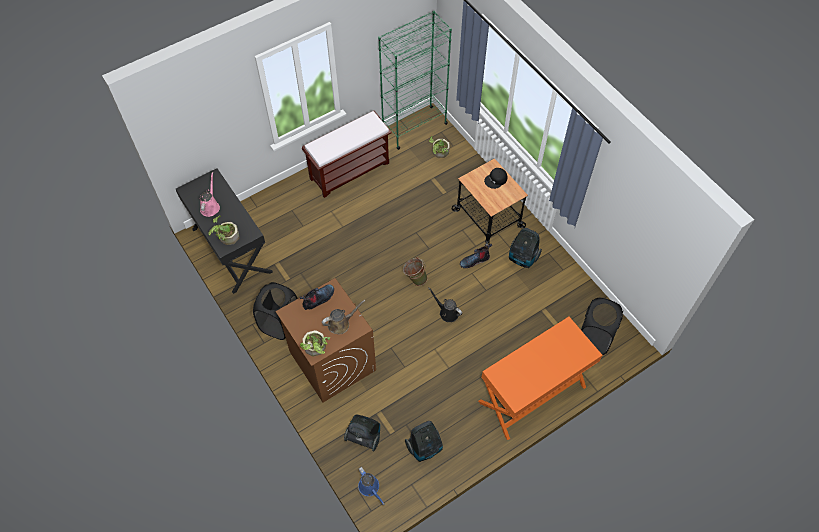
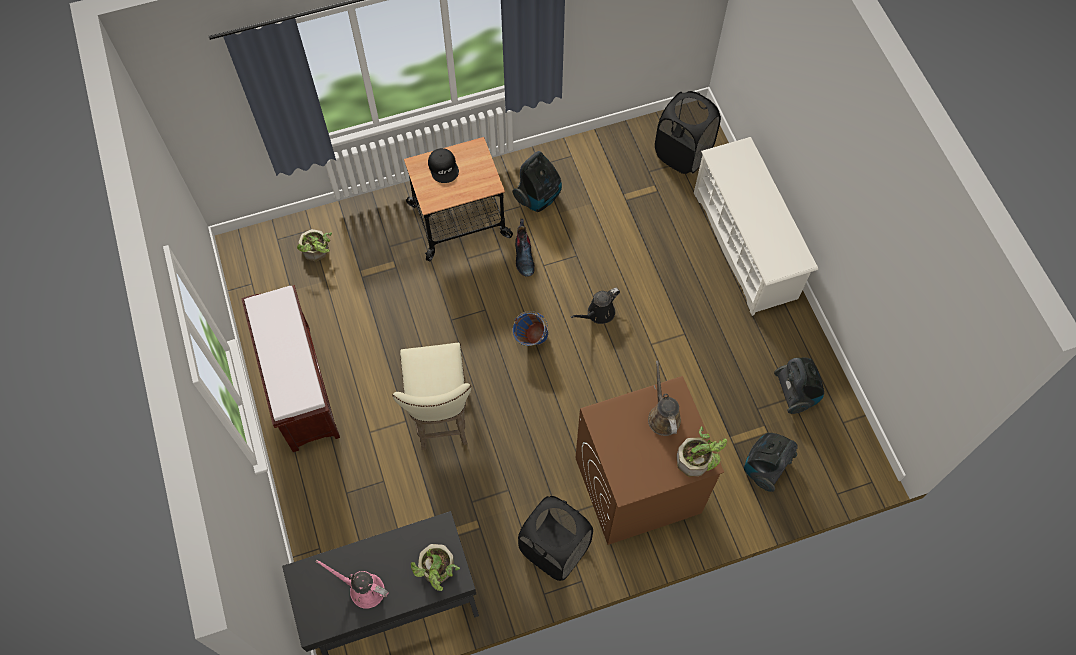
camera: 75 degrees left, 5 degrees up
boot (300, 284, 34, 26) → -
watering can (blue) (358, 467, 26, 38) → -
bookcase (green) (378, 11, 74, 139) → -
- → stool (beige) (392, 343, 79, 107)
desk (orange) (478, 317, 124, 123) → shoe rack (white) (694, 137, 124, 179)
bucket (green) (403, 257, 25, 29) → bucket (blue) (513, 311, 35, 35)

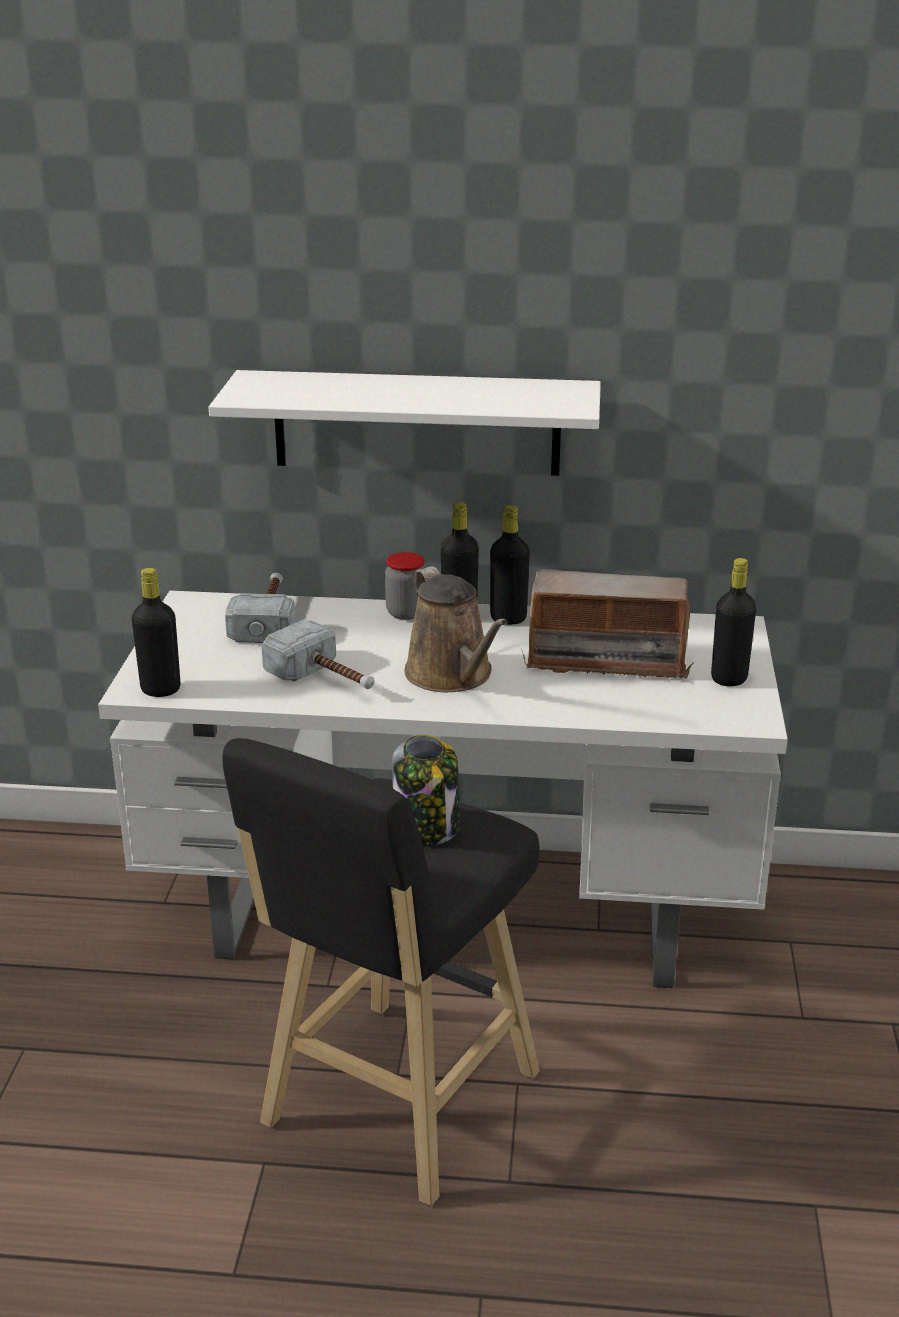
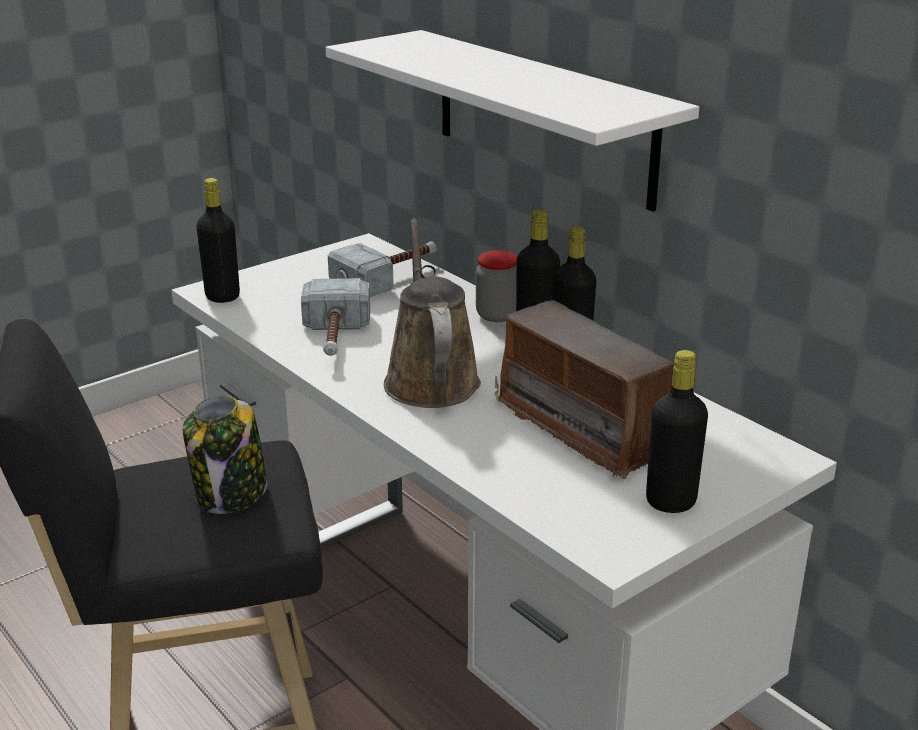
camera: 45 degrees right, 0 degrees up
watering can (brown) (405, 566, 103, 126) → watering can (brown) (384, 218, 97, 190), 150 degrees clockwise

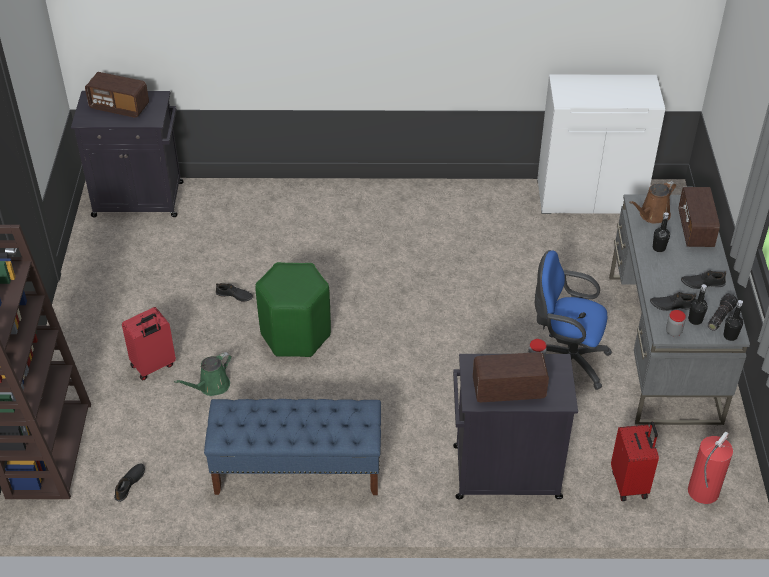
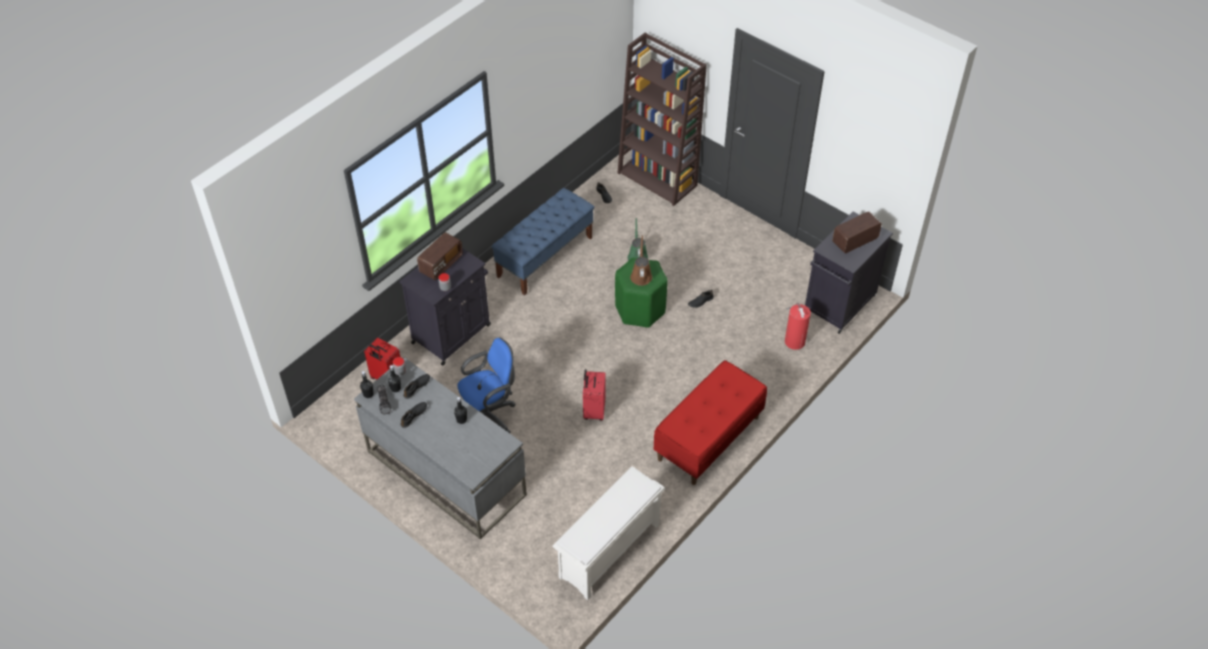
camera: 130 degrees right, 5 degrees up
radio (679, 187, 41, 60) → -
- → bench (red) (654, 360, 113, 125)
suitcase (red) (122, 307, 54, 73) → suitcase (red) (583, 369, 23, 52), relocated
watering can (brown) (629, 181, 47, 43) → watering can (brown) (630, 235, 22, 51), relocated
fire extinguisher (688, 431, 45, 73) → fire extinguisher (785, 302, 26, 48), relocated
cabinet (white) (537, 75, 128, 139) → shoe rack (white) (552, 466, 113, 134)

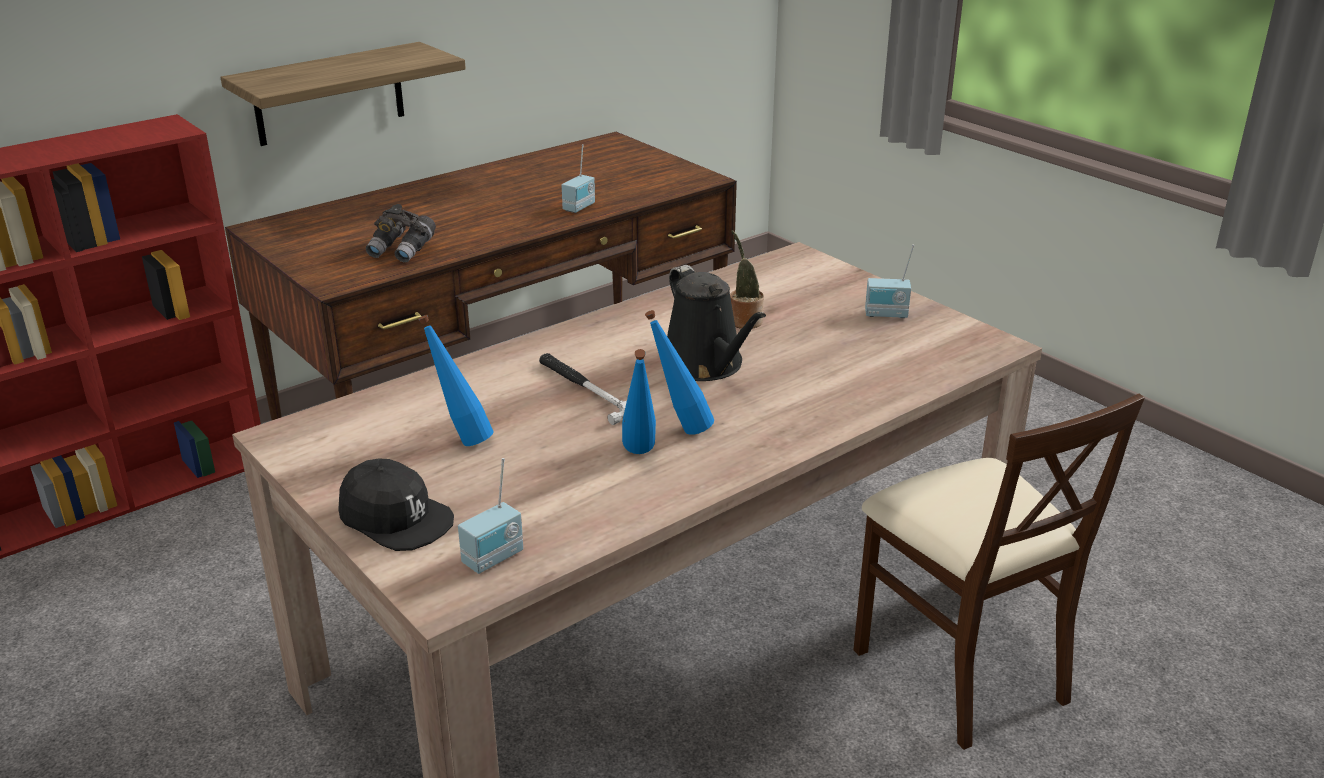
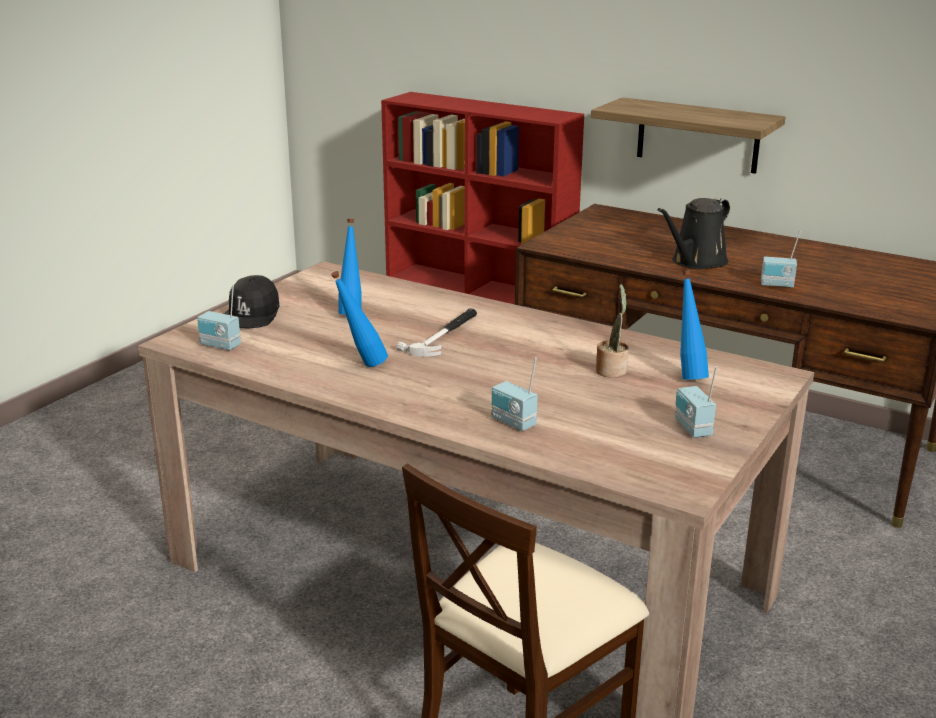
camera: 70 degrees right, 5 degrees down
binoculars (grey) (366, 204, 70, 59) → -
- → radio (492, 357, 46, 74)
bottle (blue) (645, 310, 69, 125) → bottle (blue) (680, 270, 29, 110), relocated
watering can (black) (667, 265, 99, 116) → watering can (black) (658, 198, 72, 71), relocated

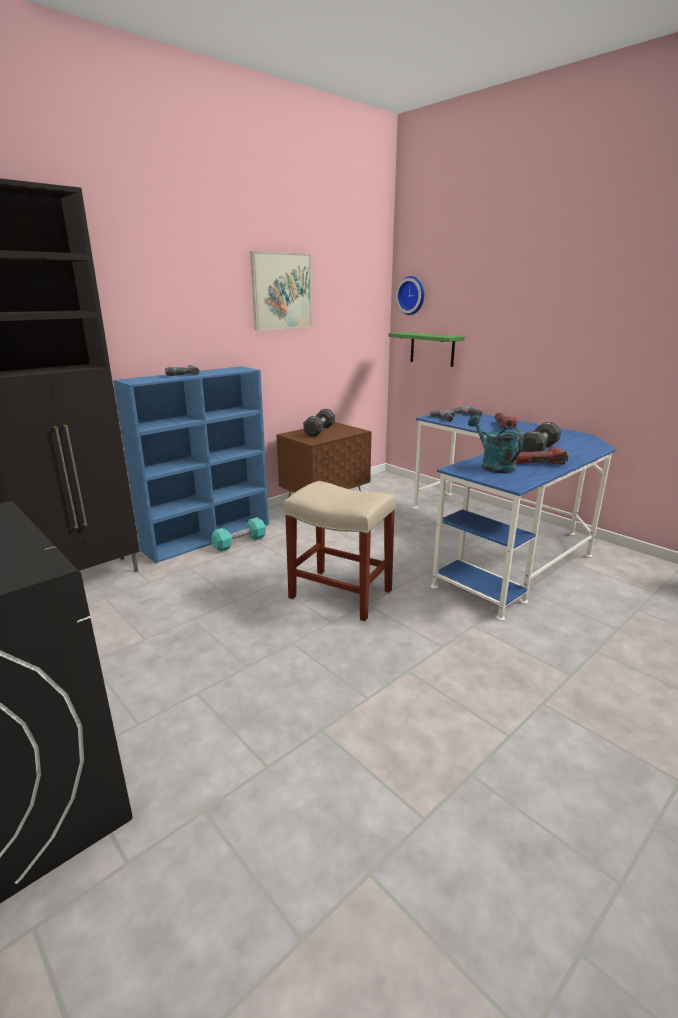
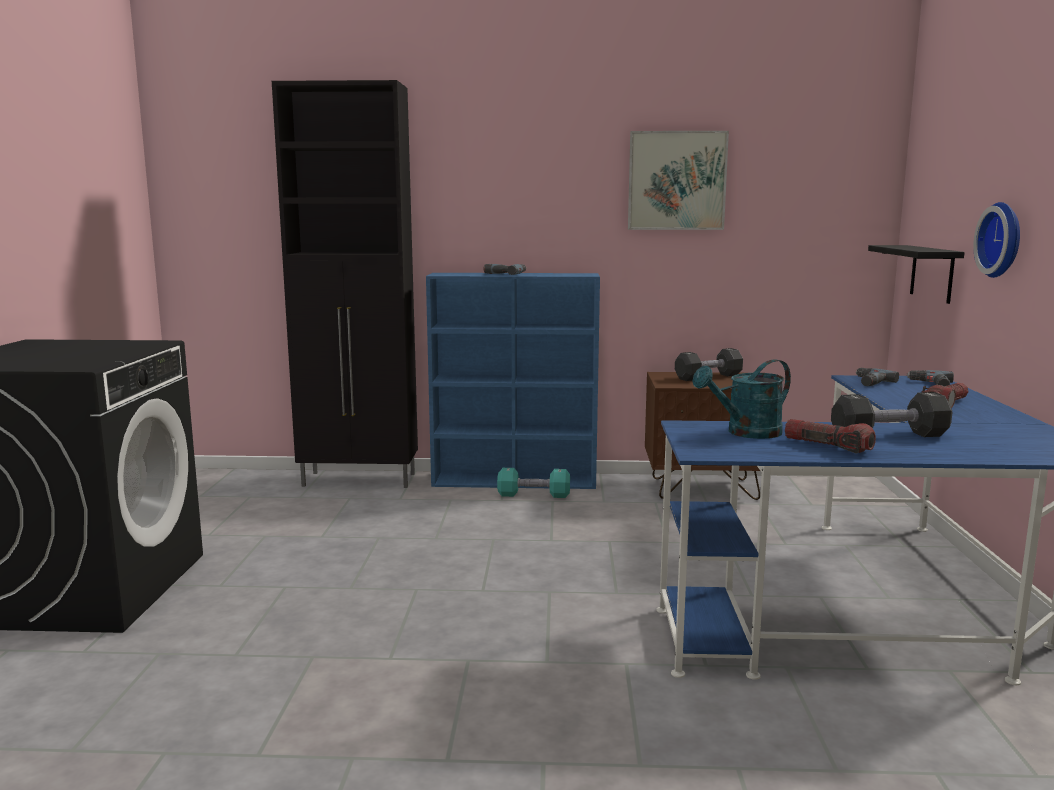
camera: 45 degrees right, 10 degrees down
stool (beige) (284, 481, 112, 140) → -
wall clock (396, 276, 28, 39) → wall clock (973, 202, 47, 76), relocated
shelf (green) (388, 332, 77, 35) → shelf (black) (868, 245, 97, 59)
watering can (turquoise) (468, 415, 56, 59) → watering can (turquoise) (693, 359, 98, 80), 135 degrees counterclockwise

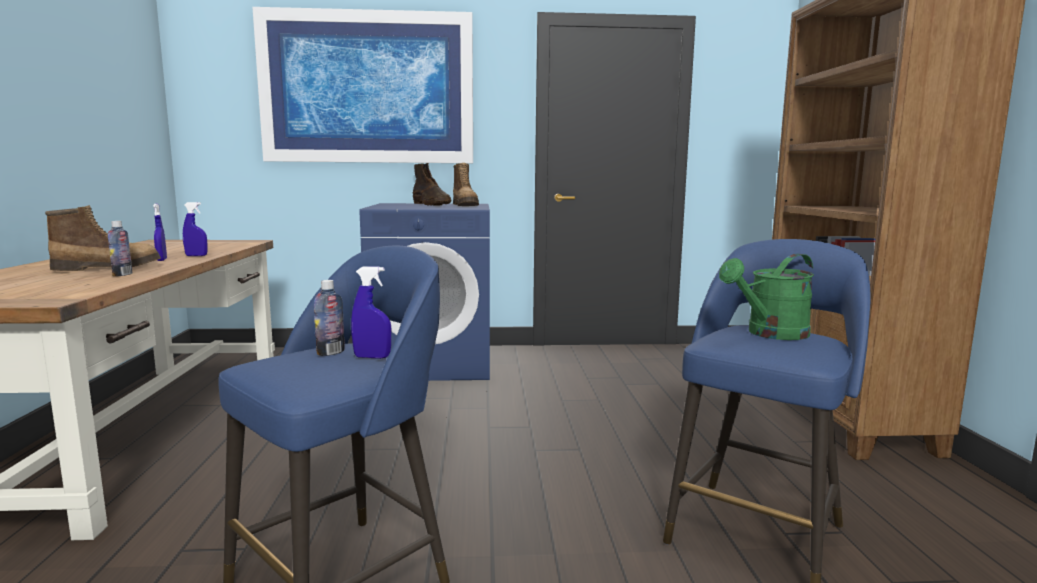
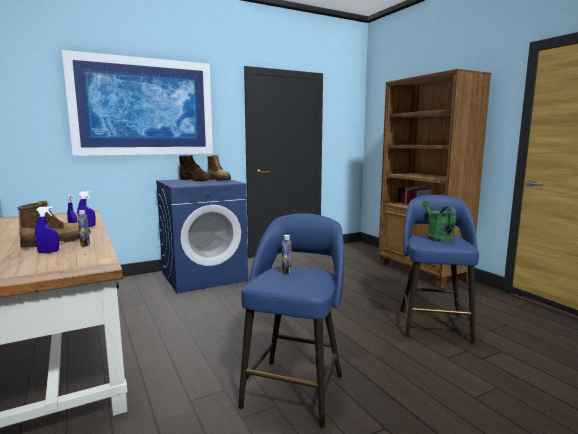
camera: 25 degrees left, 0 degrees up
spray bottle (blue) (351, 267, 40, 92) → spray bottle (blue) (35, 206, 24, 47), relocated
watering can (green) (719, 253, 95, 87) → watering can (green) (422, 200, 34, 42), 135 degrees clockwise

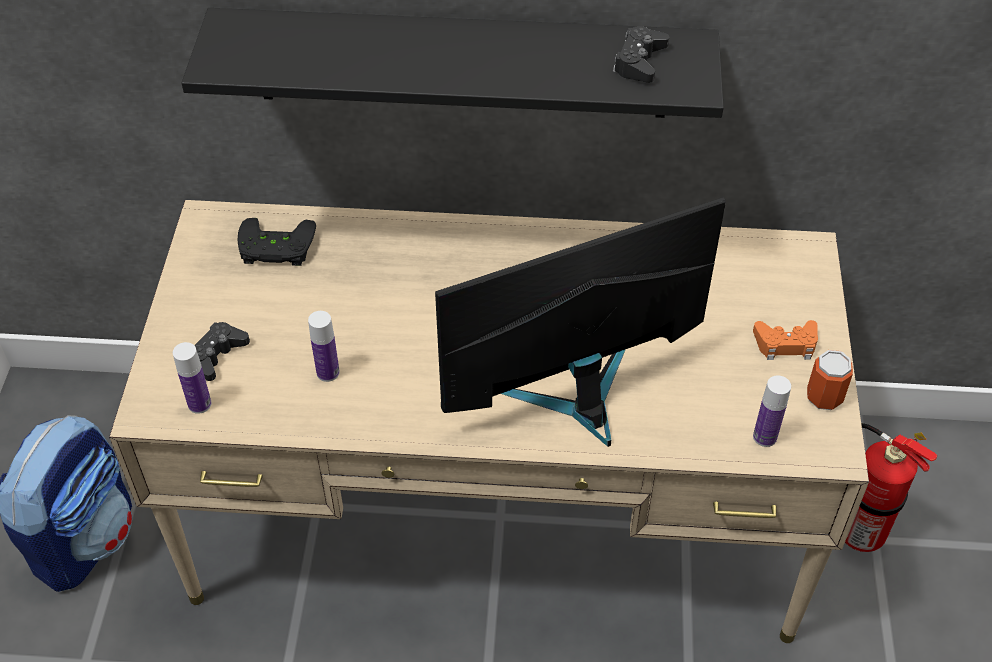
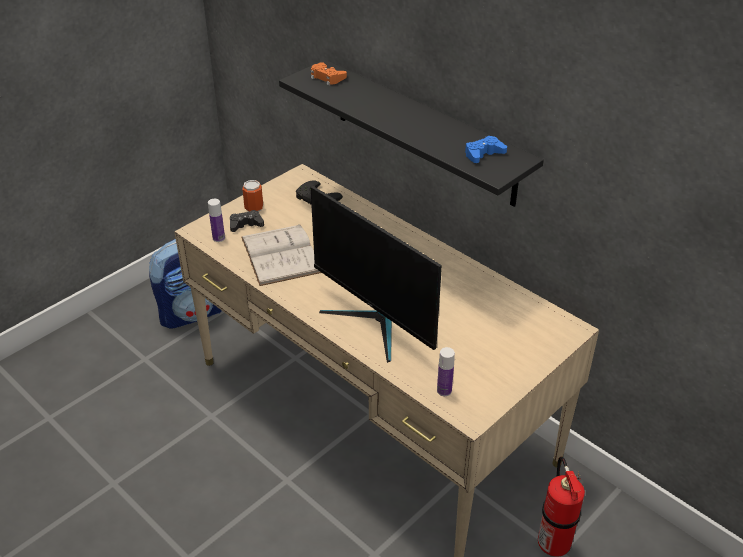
camera: 40 degrees right, 10 degrees down
game controller (orange) (753, 320, 65, 40) → game controller (orange) (311, 62, 36, 23), relocated
can (807, 350, 46, 60) → can (242, 180, 21, 32), relocated
bottle (308, 311, 32, 71) → book (white) (241, 224, 81, 62)
game controller (black) (613, 26, 56, 57) → game controller (blue) (465, 136, 42, 27)
monitor (435, 197, 291, 250) → monitor (311, 186, 131, 177), 150 degrees counterclockwise

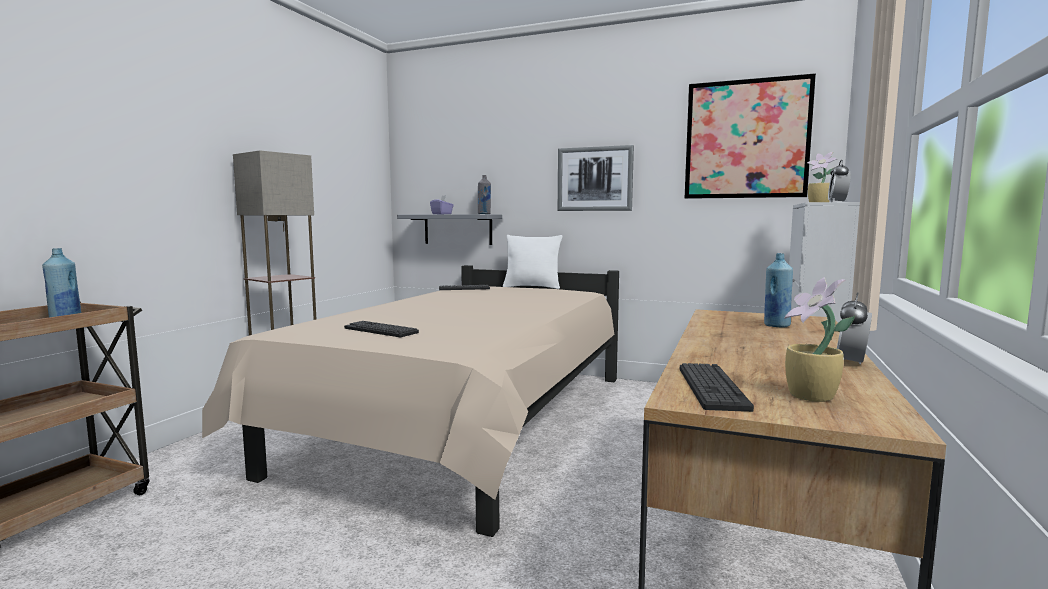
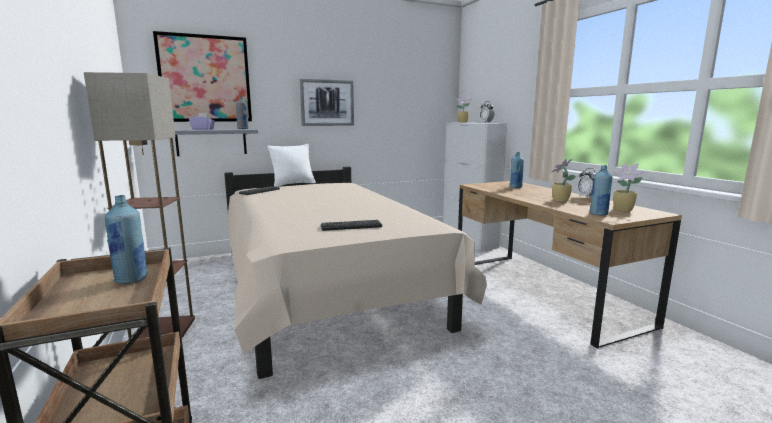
camera: 45 degrees left, 5 degrees up
- → potted plant (551, 159, 25, 43)
picture (685, 73, 131, 126) → picture (153, 31, 99, 91), relocated
keyboard (680, 363, 74, 49) → bottle (blue) (590, 165, 23, 51)

